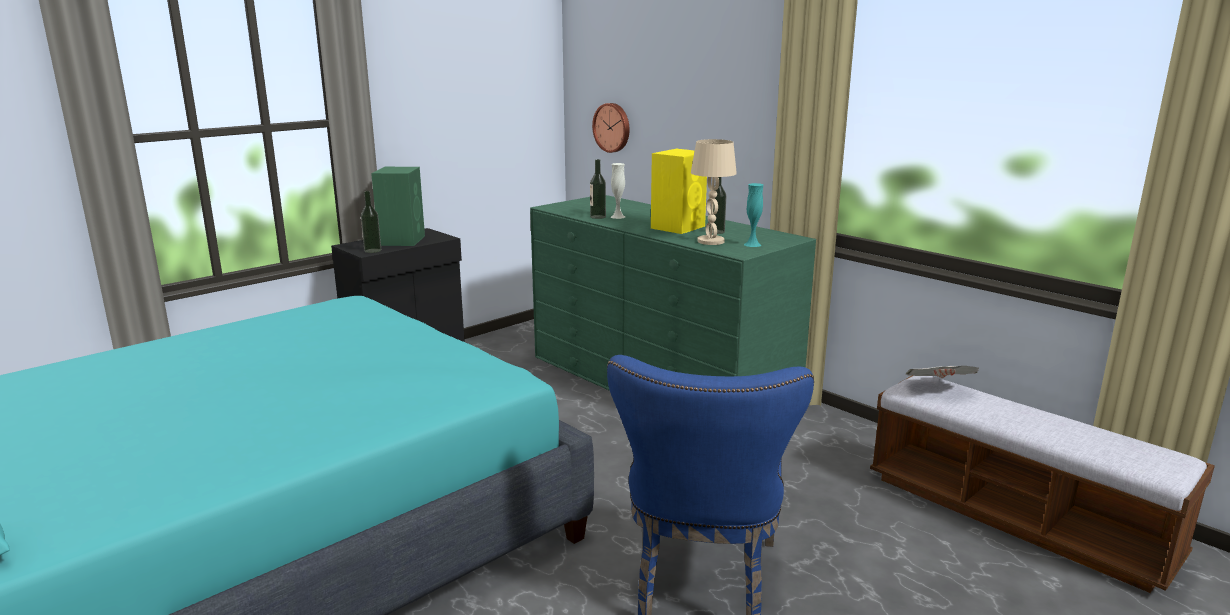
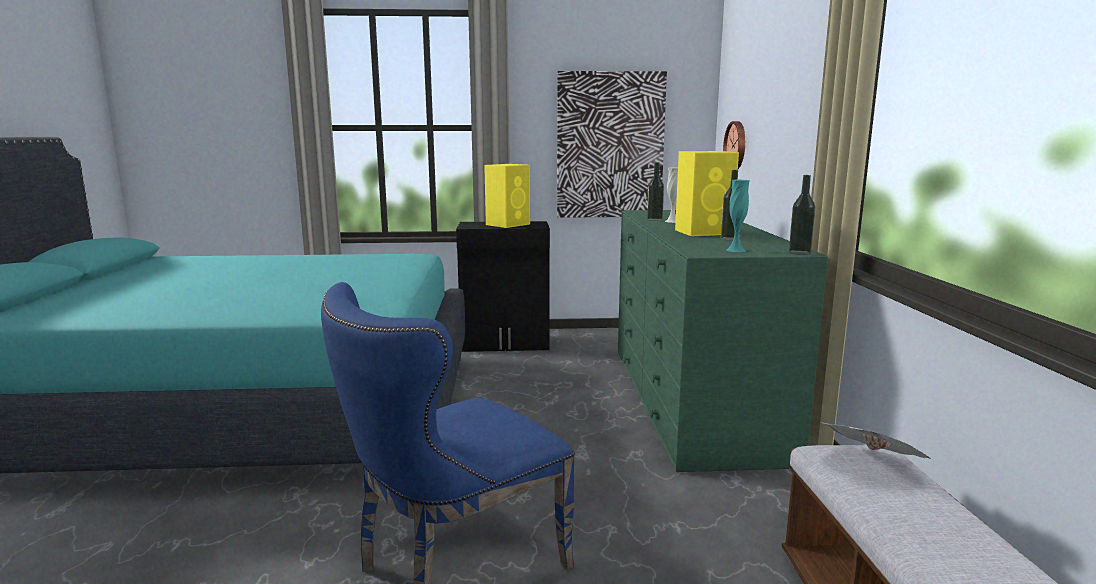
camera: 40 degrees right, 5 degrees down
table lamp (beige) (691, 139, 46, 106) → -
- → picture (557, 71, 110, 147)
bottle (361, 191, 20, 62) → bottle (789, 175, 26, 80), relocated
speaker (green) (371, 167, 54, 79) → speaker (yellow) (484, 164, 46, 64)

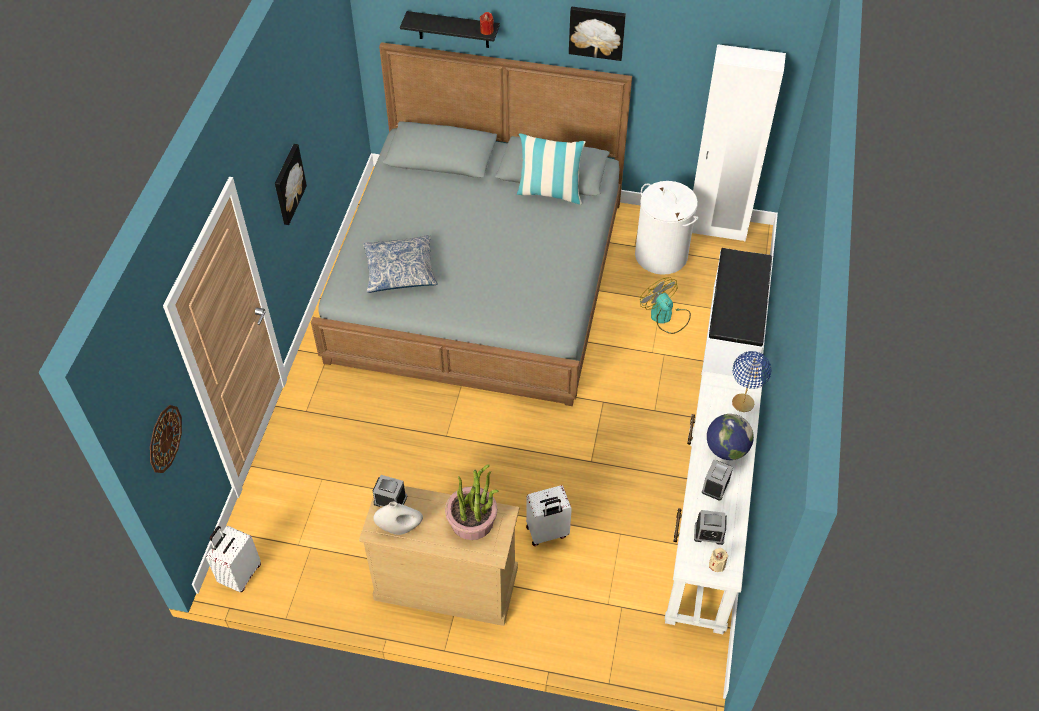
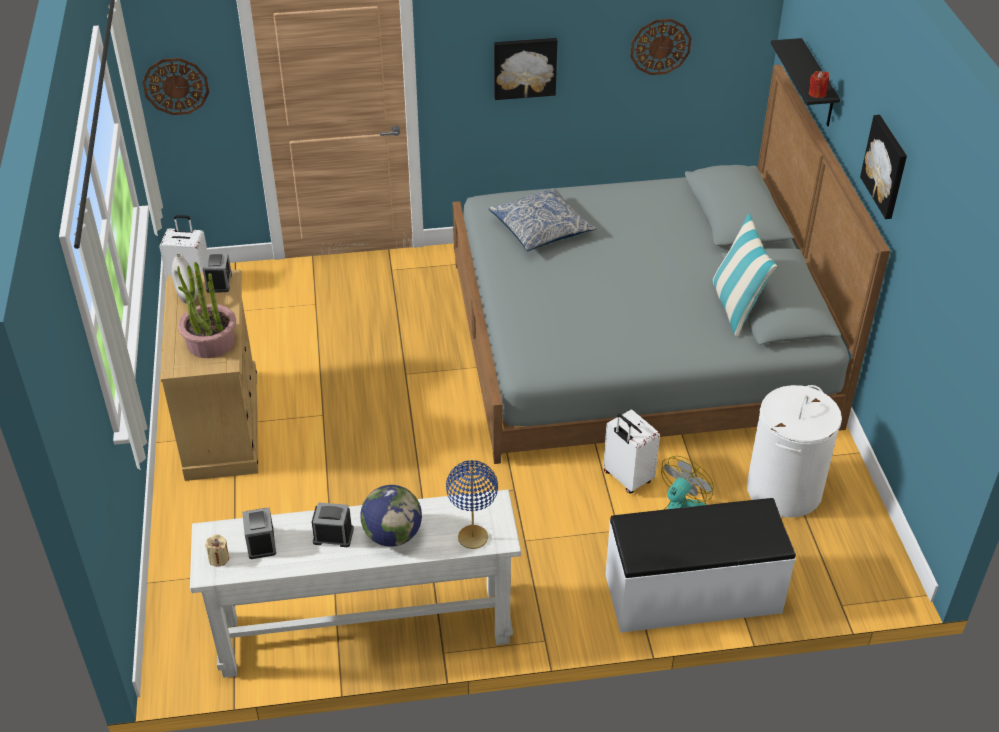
camera: 70 degrees right, 10 degrees down
wardrobe (white) (692, 44, 94, 198) → -
- → wall clock (630, 19, 62, 56)
suitcase (white) (526, 485, 46, 61) → suitcase (white) (603, 409, 57, 85), relocated

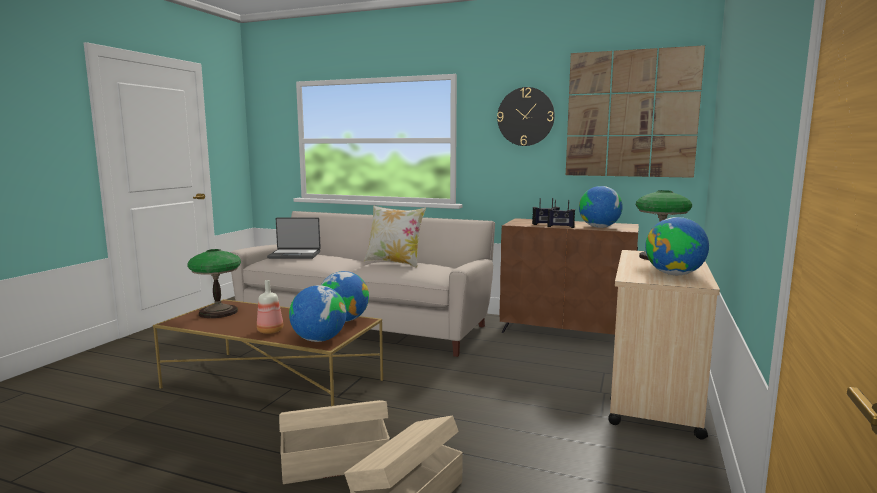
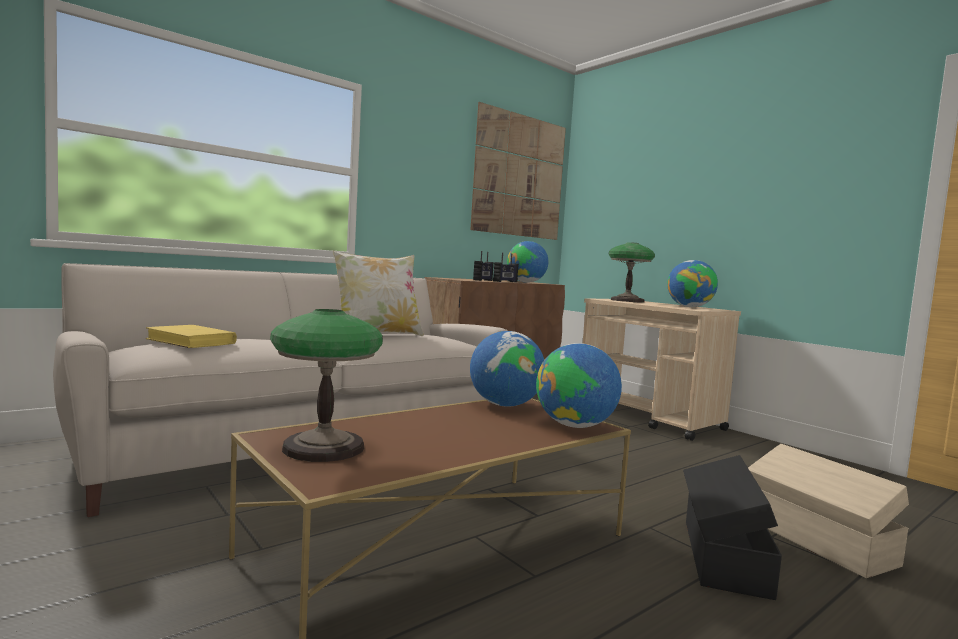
camera: 60 degrees left, 5 degrees down
bottle (257, 280, 26, 54) → -
wall clock (497, 87, 58, 59) → -
laptop (267, 218, 54, 41) → book (yellow) (146, 325, 91, 23)
storage box (beige) (279, 400, 111, 84) → storage box (black) (683, 455, 99, 145)

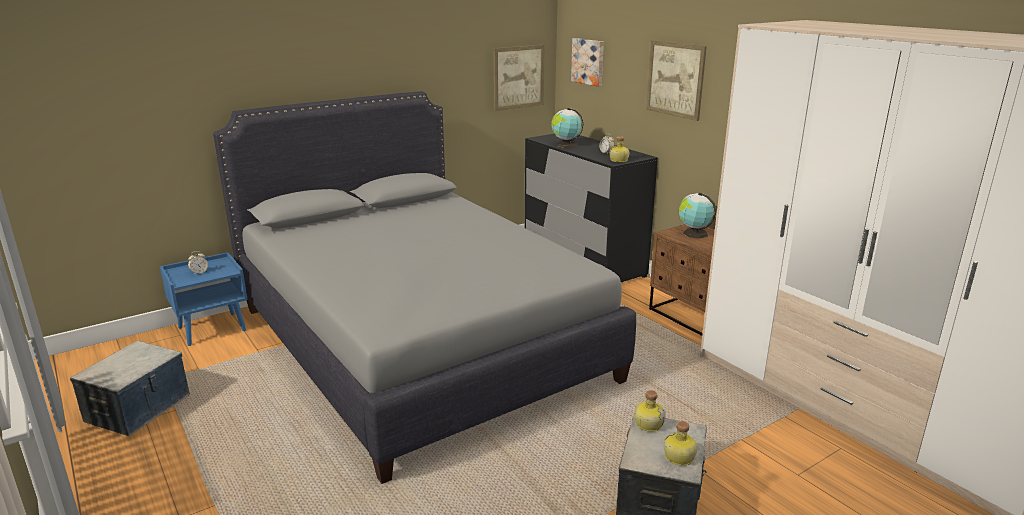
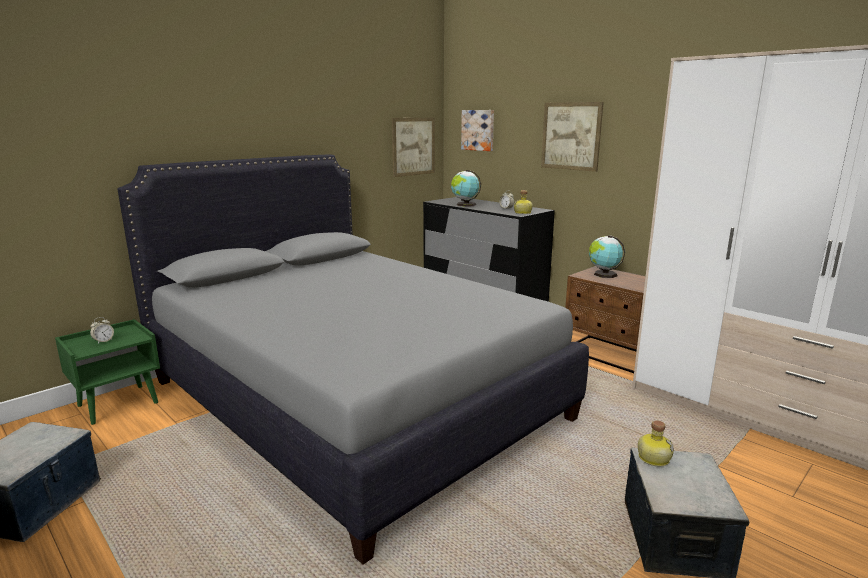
camera: 10 degrees left, 5 degrees down
bottle (664, 421, 34, 45) → -
nightstand (blue) (160, 252, 87, 94) → nightstand (green) (55, 319, 105, 106)

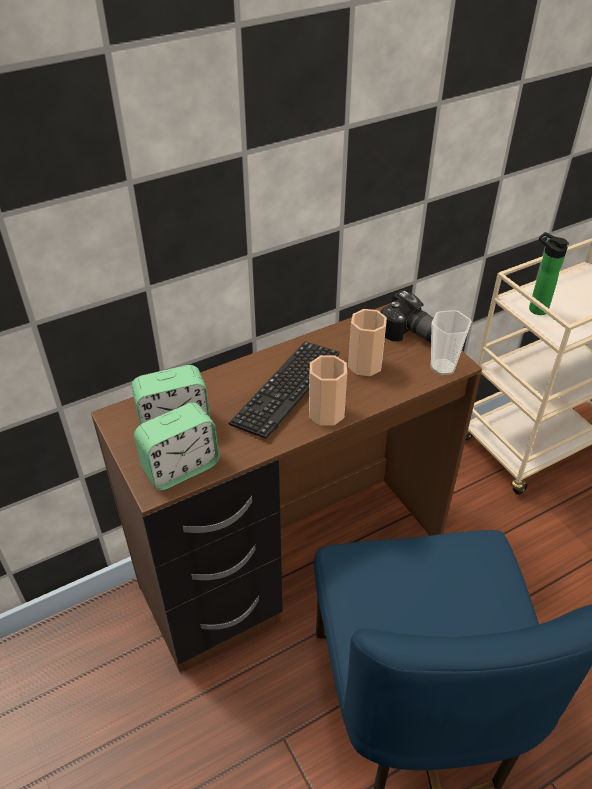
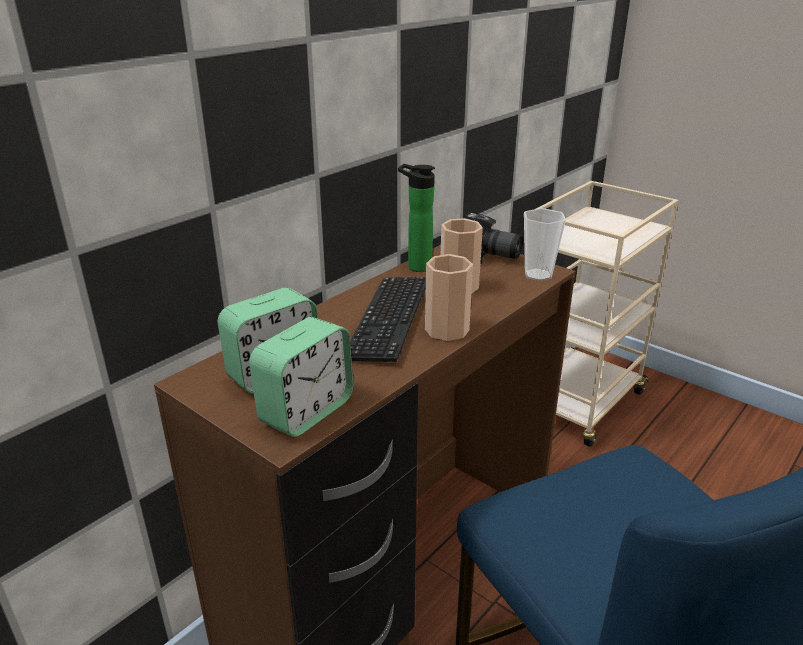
camera: 20 degrees left, 15 degrees down
bottle (529, 232, 40, 83) → bottle (398, 164, 37, 108), relocated

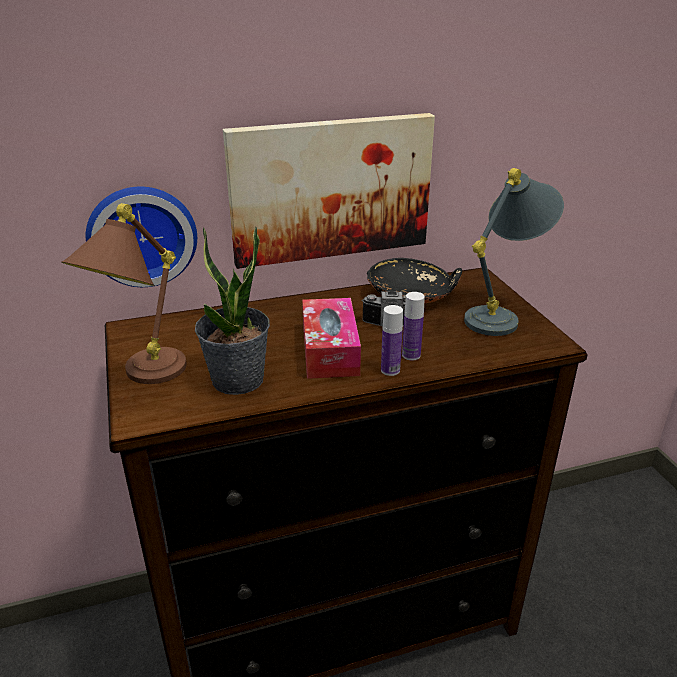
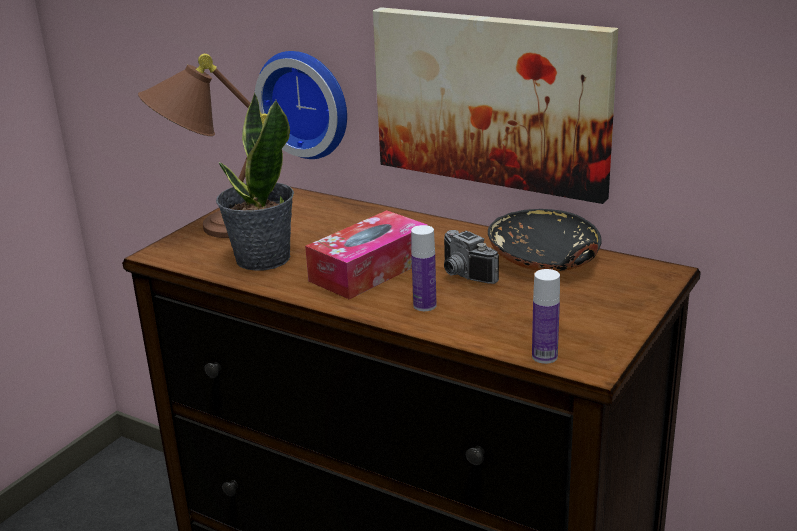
camera: 50 degrees right, 5 degrees down
table lamp (grey) (464, 168, 100, 168) → -
bottle (381, 305, 22, 71) → bottle (532, 269, 28, 95), relocated

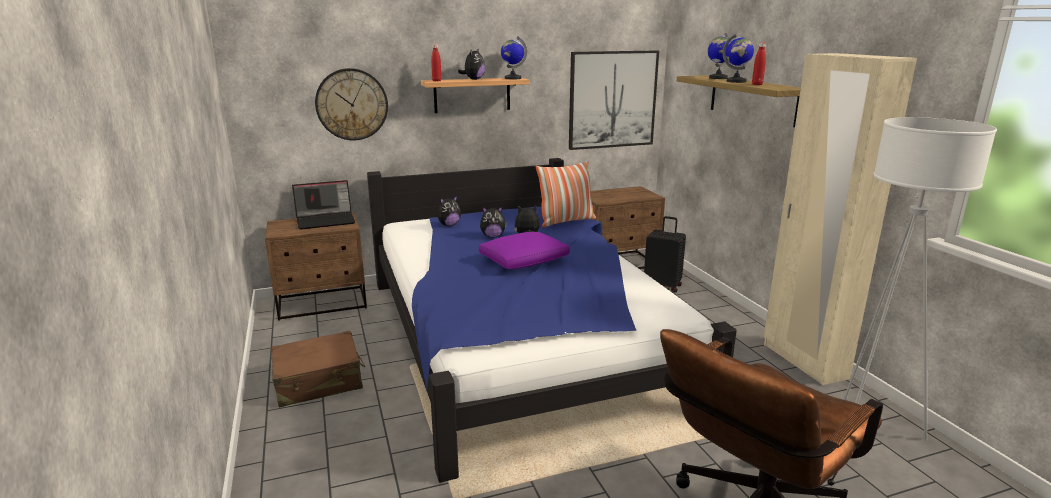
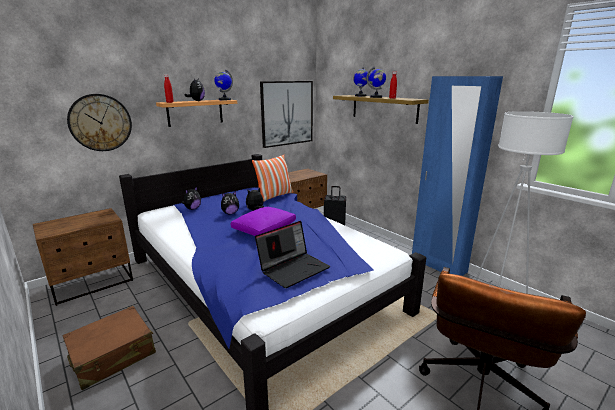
camera: 20 degrees left, 0 degrees up
laptop (292, 180, 63, 50) → laptop (255, 221, 75, 67), relocated
wardrobe (beige) (764, 53, 153, 332) → wardrobe (blue) (412, 76, 91, 200)

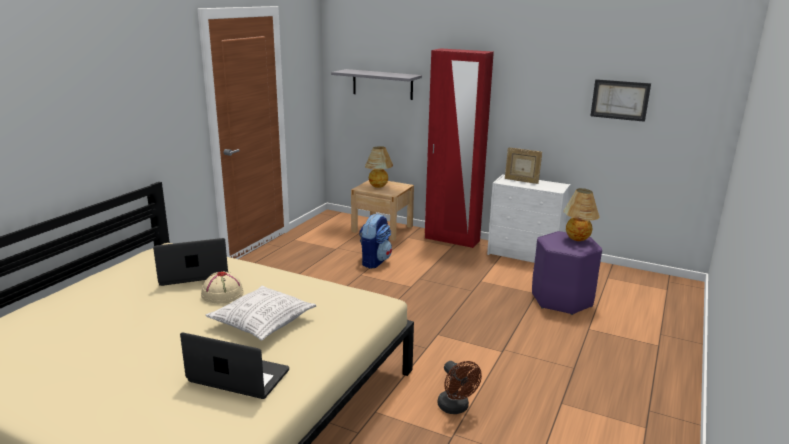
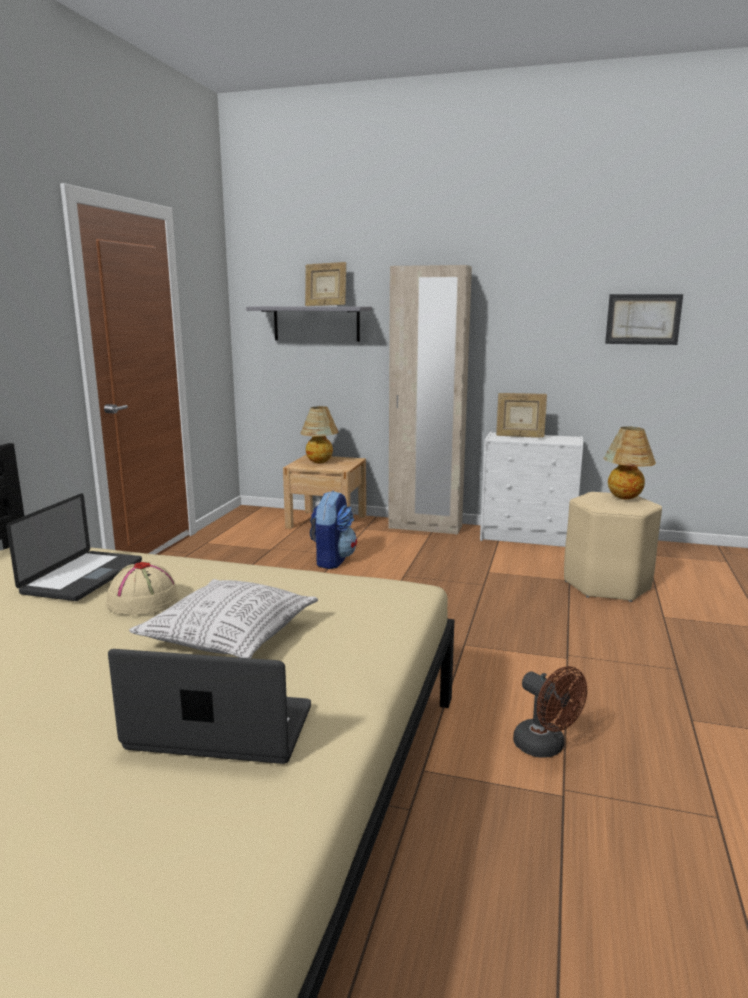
camera: 10 degrees left, 5 degrees down
- → picture frame (305, 262, 41, 44)
wardrobe (red) (425, 48, 69, 200) → wardrobe (beige) (388, 265, 84, 270)
stool (purple) (532, 231, 70, 84) → stool (beige) (564, 492, 98, 110)
laptop (153, 238, 75, 48) → laptop (6, 493, 136, 108), 135 degrees clockwise

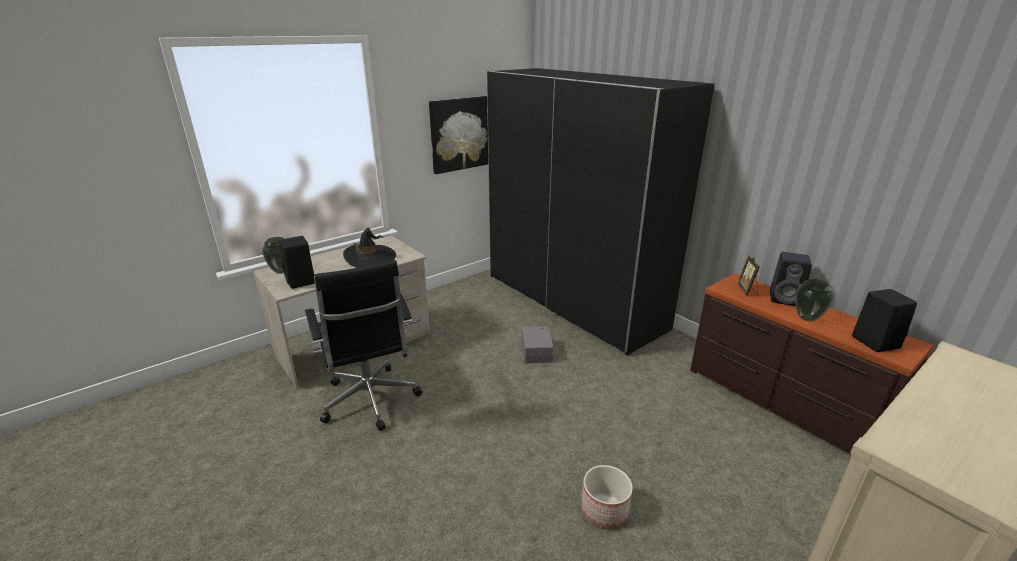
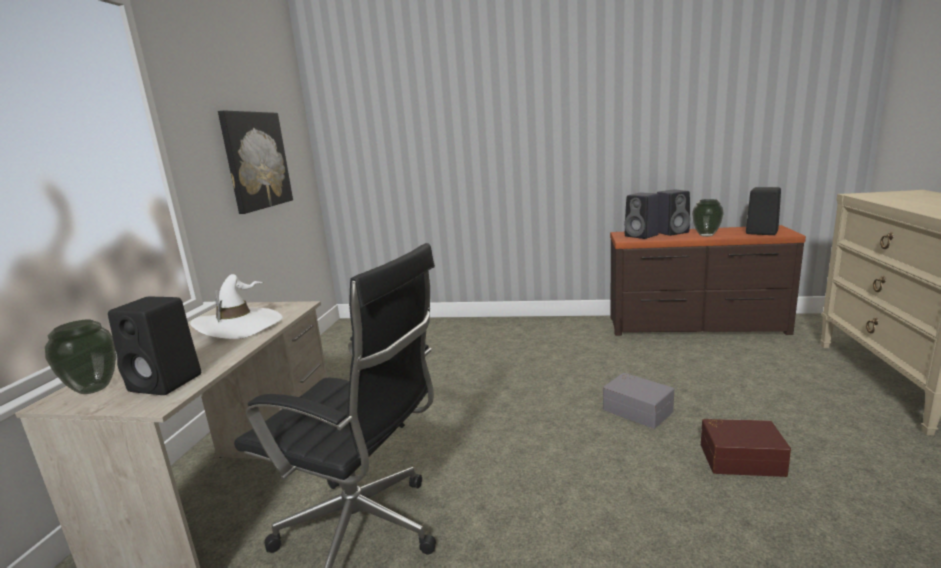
camera: 40 degrees left, 10 degrees down
wardrobe (black) (487, 68, 228, 287) → -
storage box (grey) (522, 326, 32, 37) → storage box (grey) (603, 373, 71, 56), relocated
planter (581, 465, 52, 63) → storage box (brown) (701, 419, 90, 58)
picture frame (737, 255, 23, 40) → speaker (black) (624, 192, 35, 47)
hat (black) (343, 228, 53, 40) → hat (white) (190, 274, 93, 65)

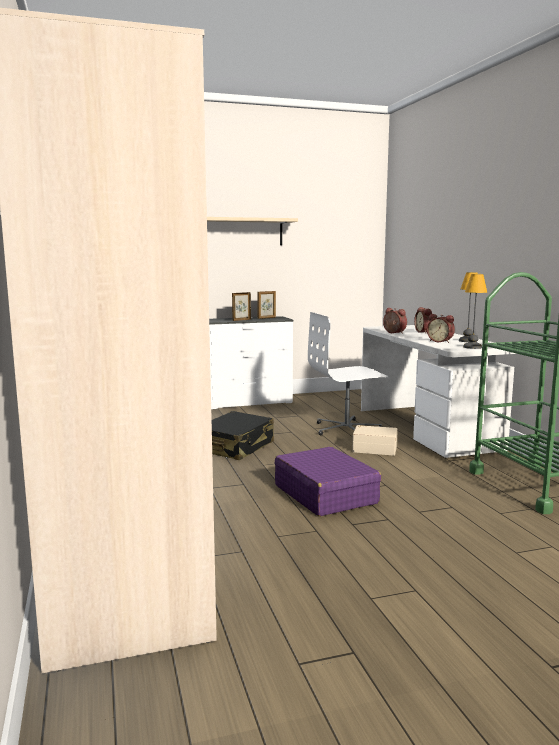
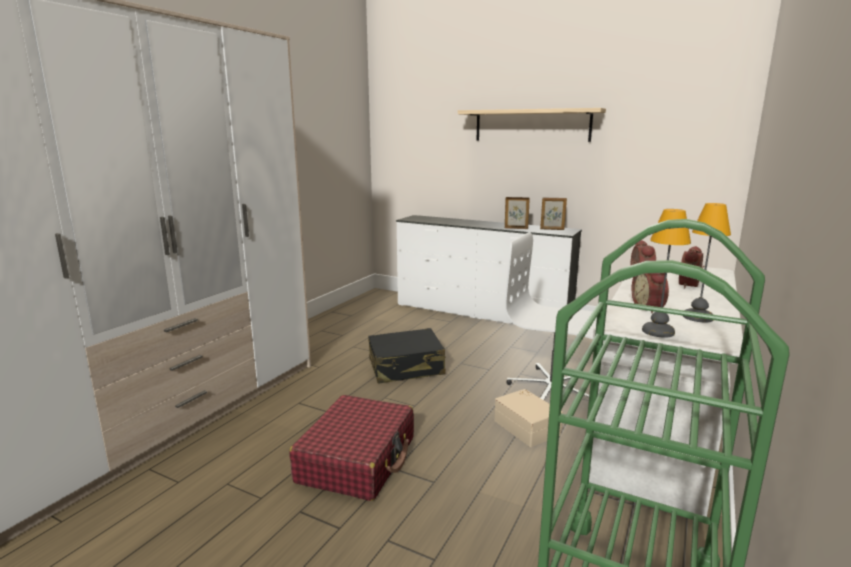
camera: 45 degrees right, 5 degrees up
suitcase (purple) (275, 447, 106, 69) → suitcase (red) (290, 395, 124, 106)

